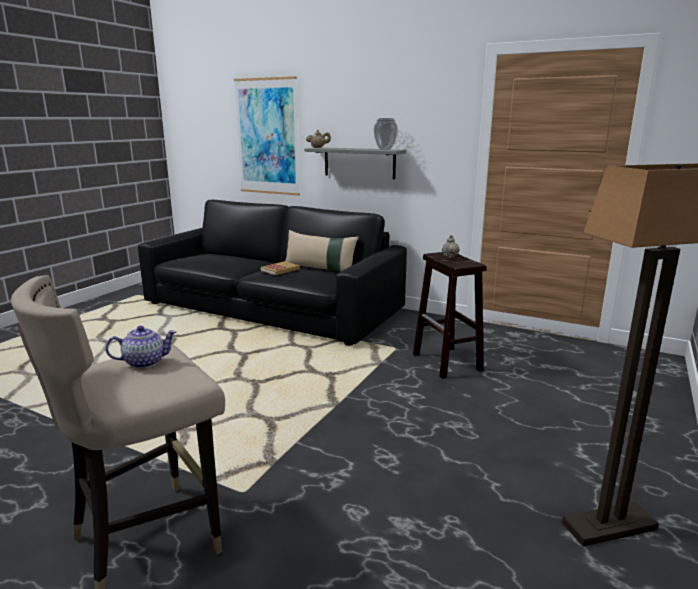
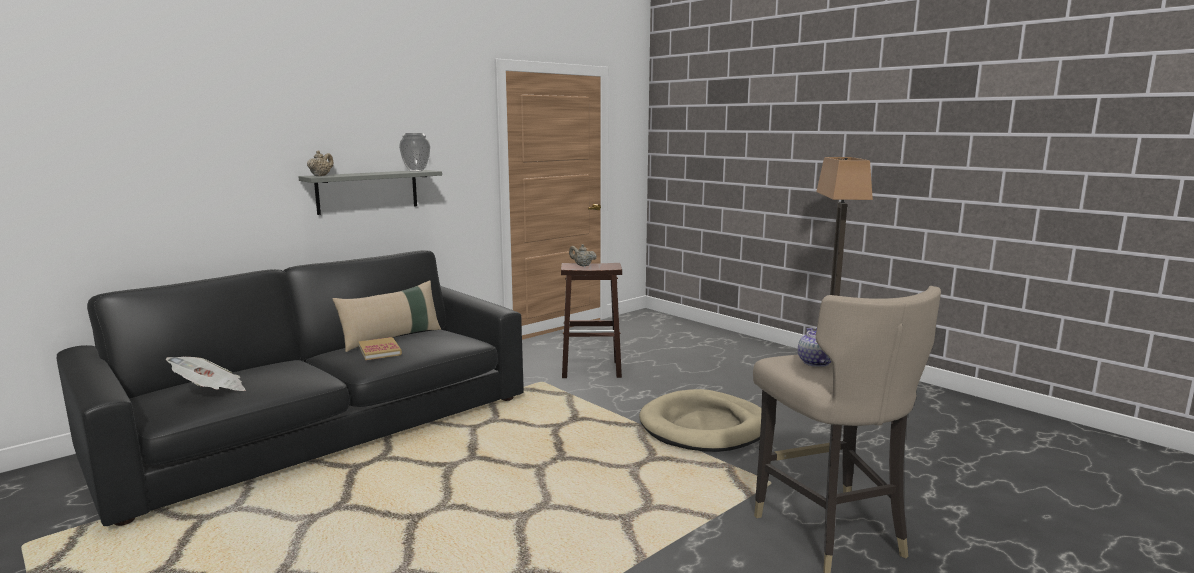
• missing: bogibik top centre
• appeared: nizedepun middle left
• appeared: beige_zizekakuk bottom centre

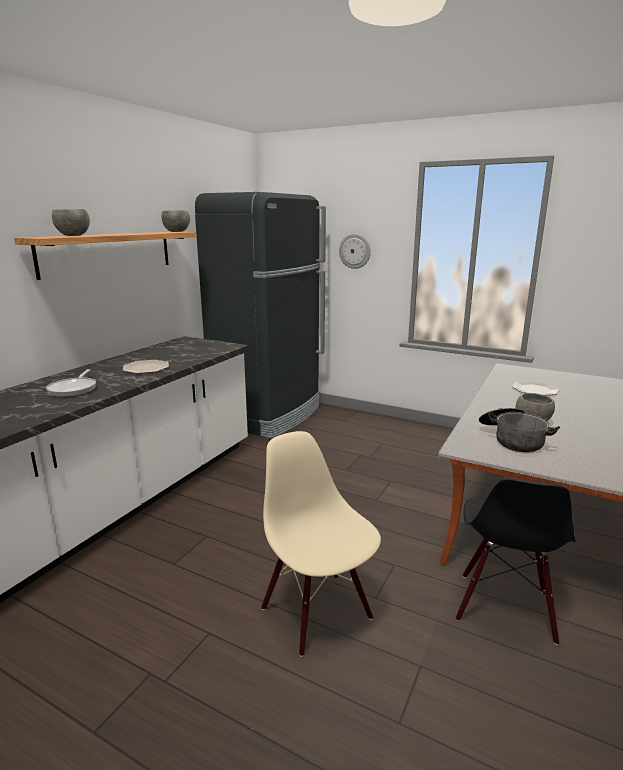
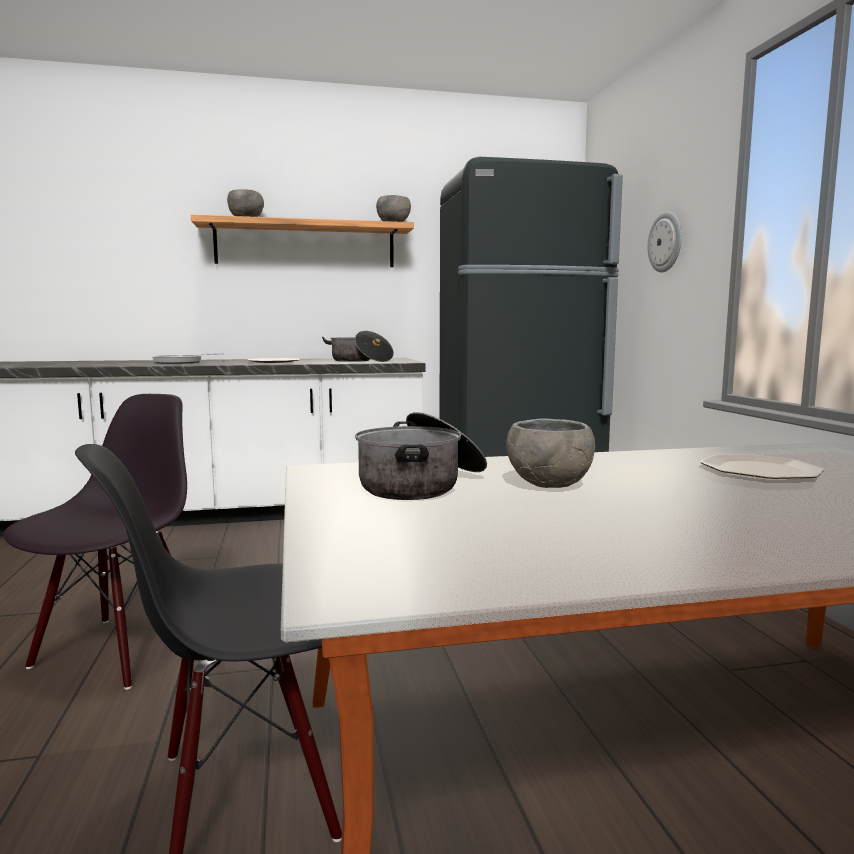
• colour: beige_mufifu bottom centre to black_mufifu (no. 1 from left) middle left
• appeared: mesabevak (no. 1 from left) centre

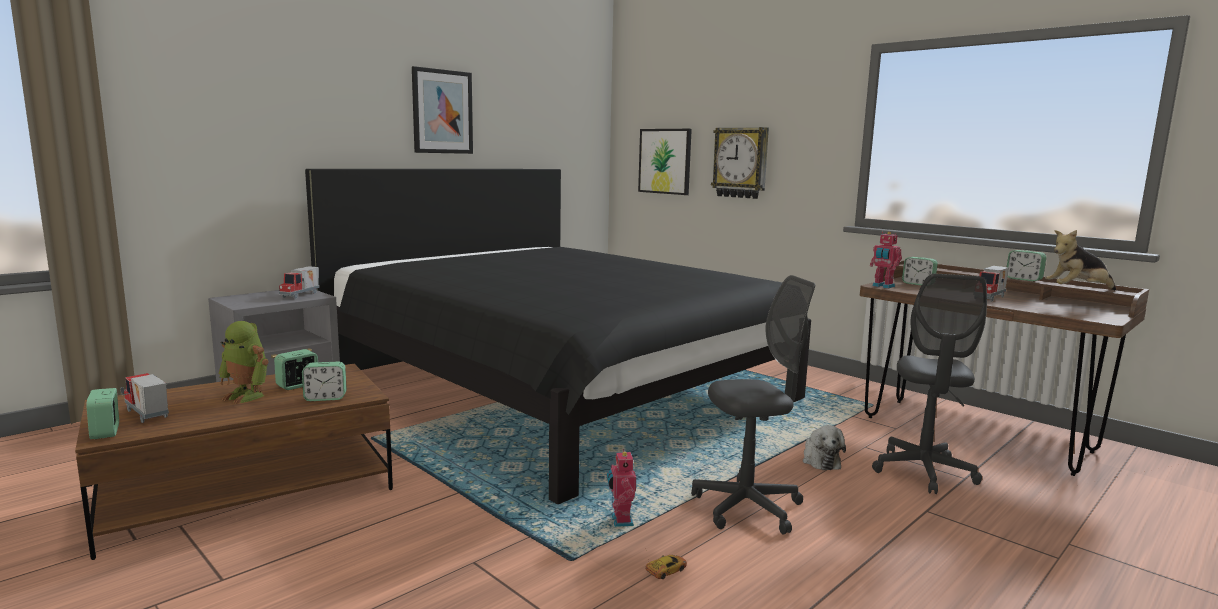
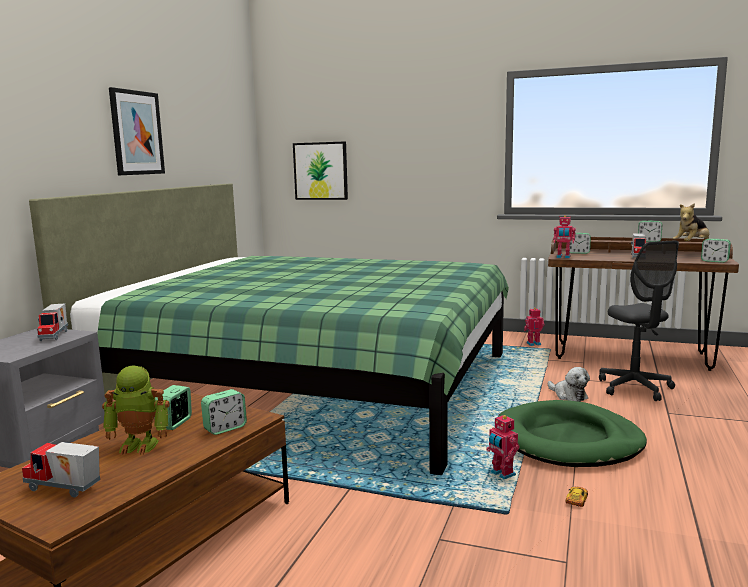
• missing: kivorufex top centre
• colour: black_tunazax centre to green_tunazax centre
• exchanged: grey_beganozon (no. 1 from left) centre to green_zizekakuk bottom right
• relocated: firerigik (no. 1 from left in the first image) bottom left to firerigik (no. 5 from left) middle right
• appeared: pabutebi (no. 3 from left) middle right

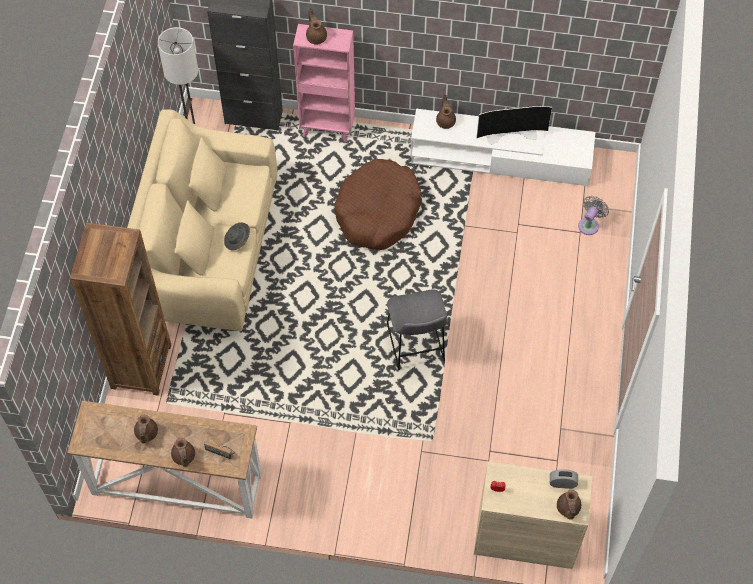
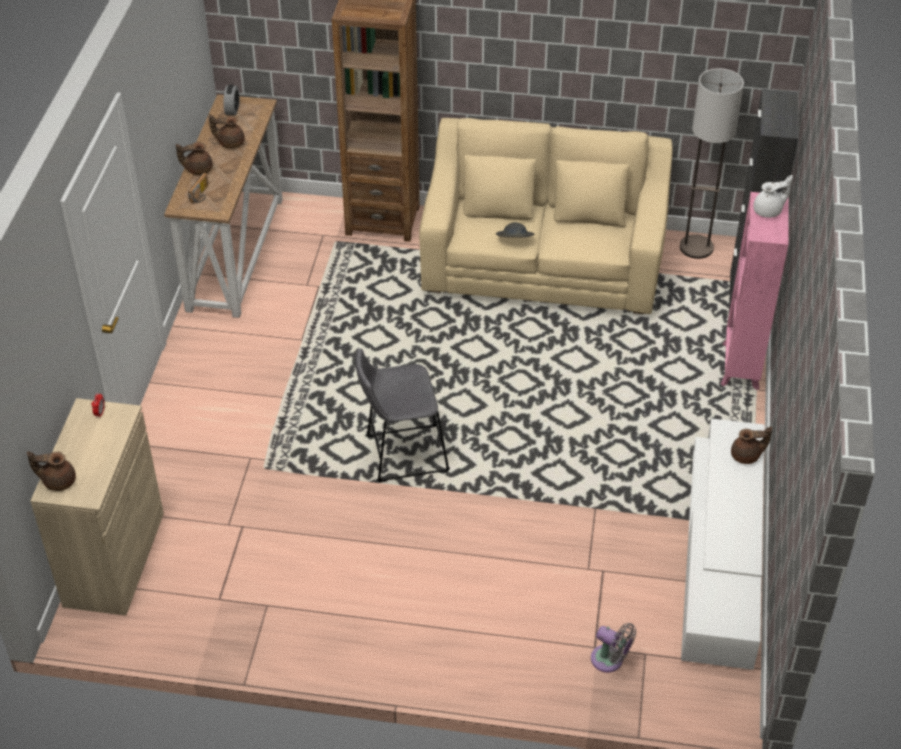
• colour: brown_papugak (no. 3 from left) top centre to white_papugak top right
• missing: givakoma top right
• missing: brown_zizekakuk centre
• relocated: firerigik (no. 2 from left) bottom right to top left

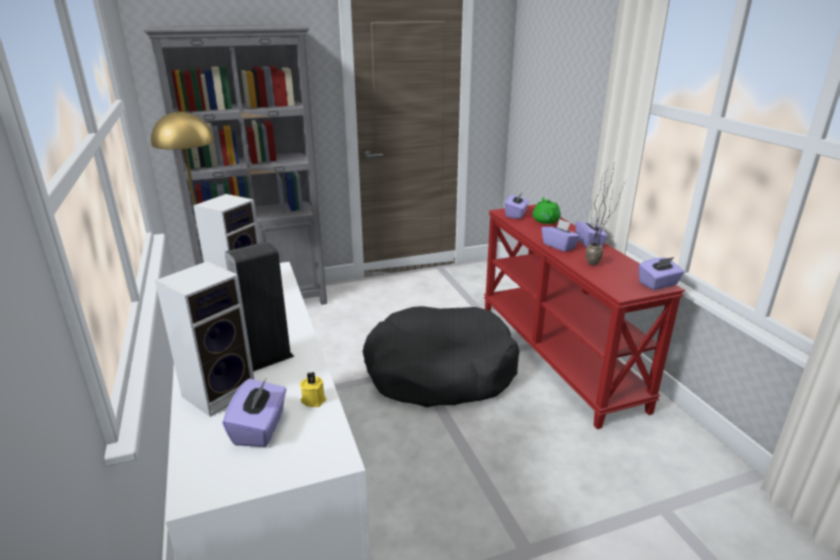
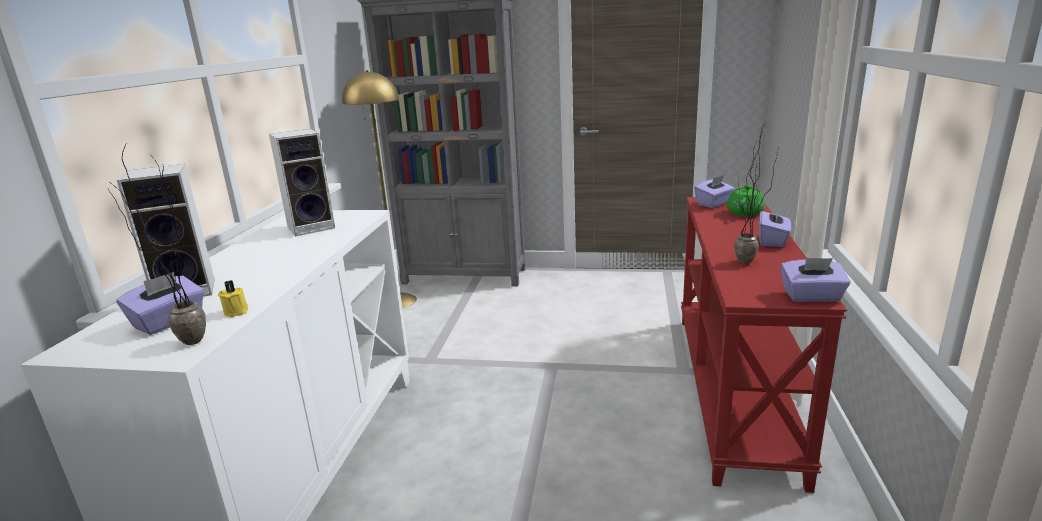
• missing: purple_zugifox (no. 3 from left) middle right
• missing: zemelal (no. 3 from left) middle left
• missing: black_zizekakuk centre
• appeared: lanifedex (no. 1 from left) middle left

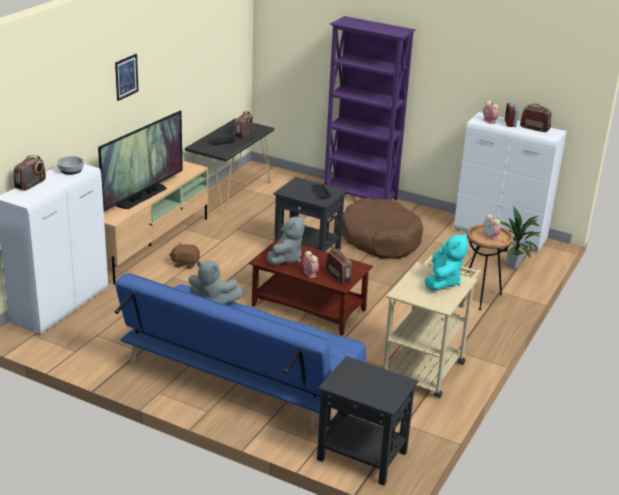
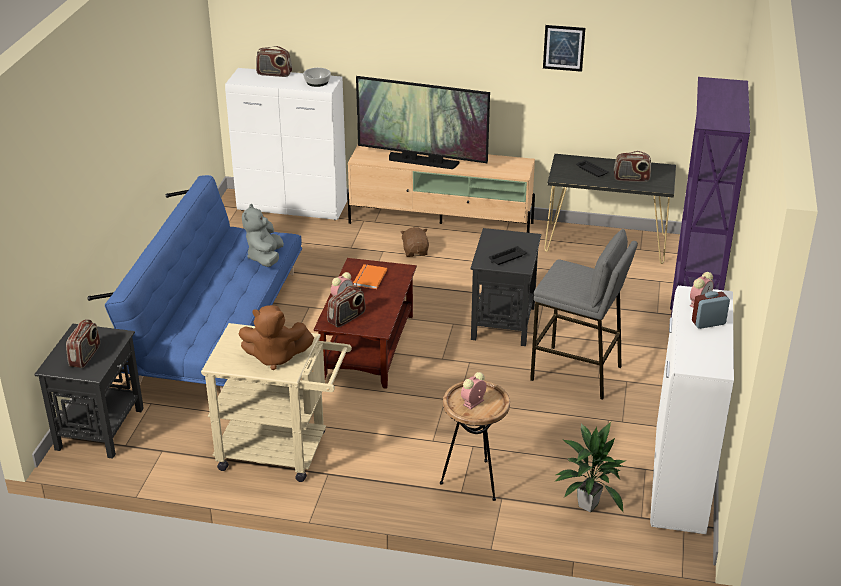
• relocated: bogibik top left to top right
• relocated: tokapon (no. 4 from left in the first image) top right to tokapon (no. 1 from left) middle left
• exchanged: brown_zizekakuk centre to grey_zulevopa middle right
• exchanged: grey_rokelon (no. 2 from left) centre to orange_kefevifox centre
• colour: turquoise_rokelon middle right to brown_rokelon (no. 1 from left) middle left

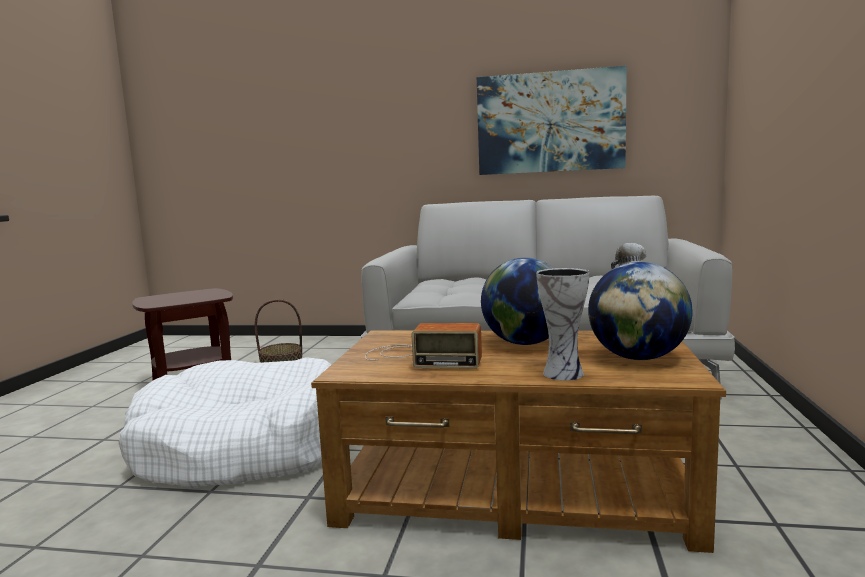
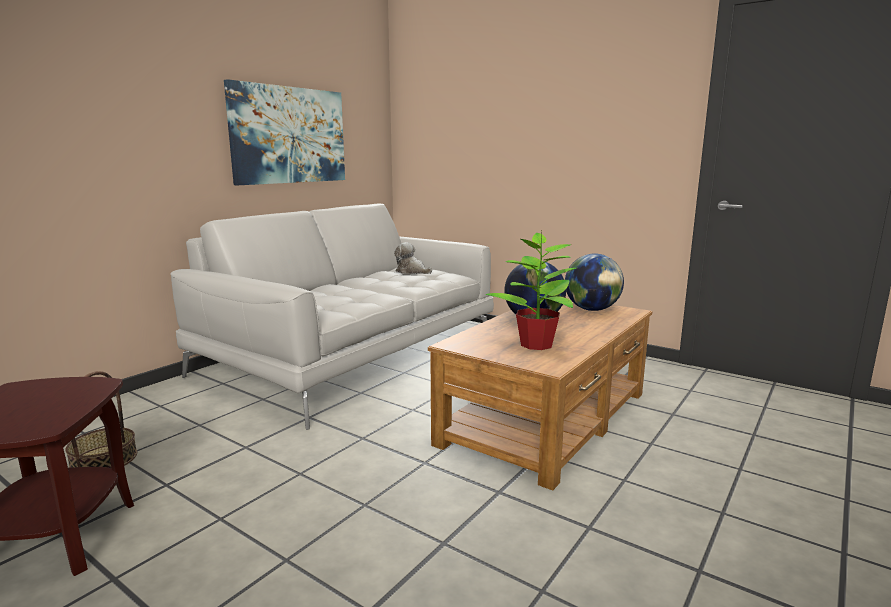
• missing: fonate centre
• exchanged: tokapon centre to lanifedex centre
• missing: white_zizekakuk bottom left

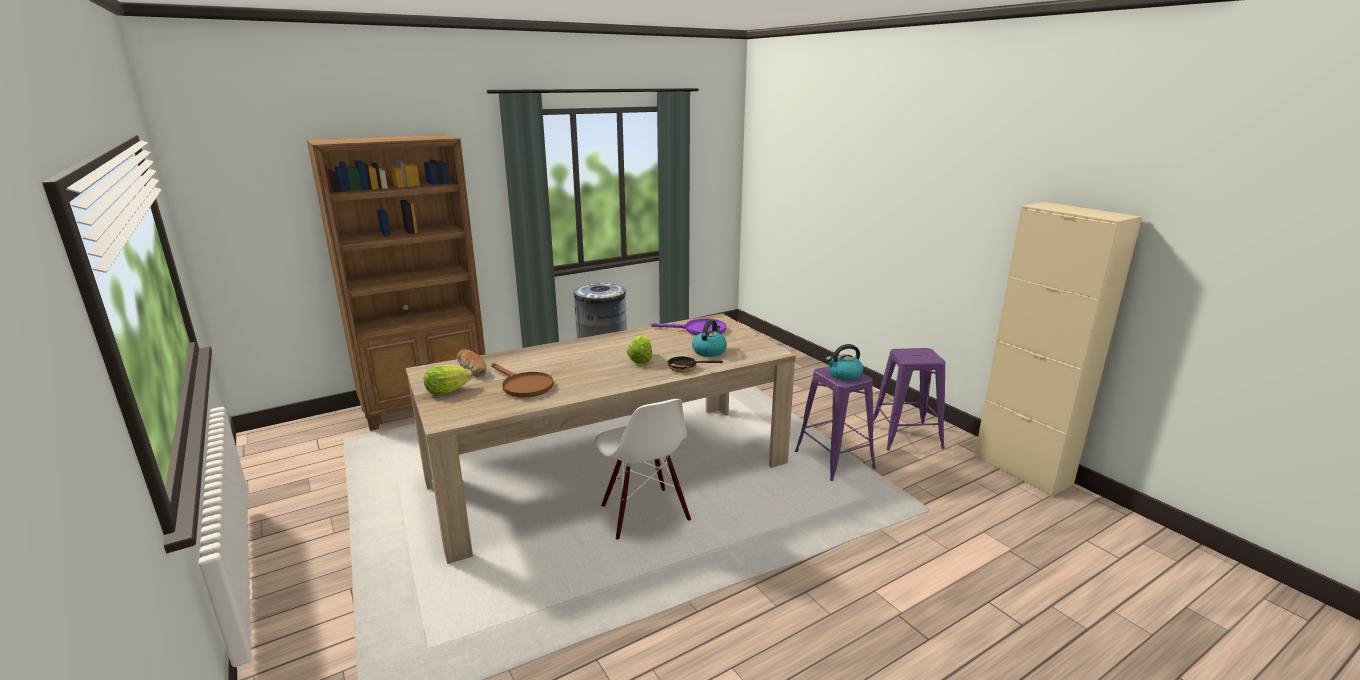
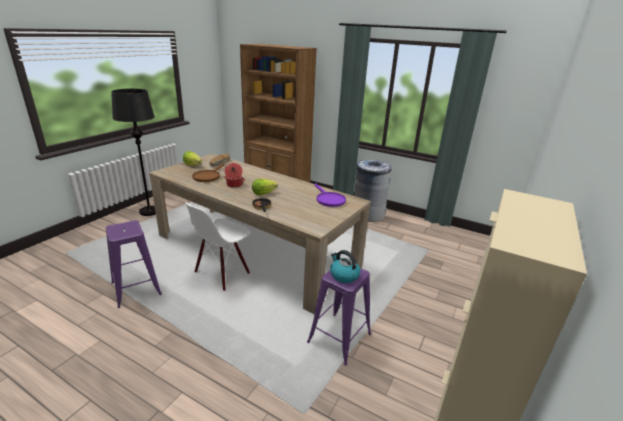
• missing: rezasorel (no. 1 from left) centre
• relocated: purple_zulevopa (no. 2 from left in the first image) middle right to purple_zulevopa (no. 1 from left) middle left
• appeared: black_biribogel middle left
• appeared: mesabevak centre

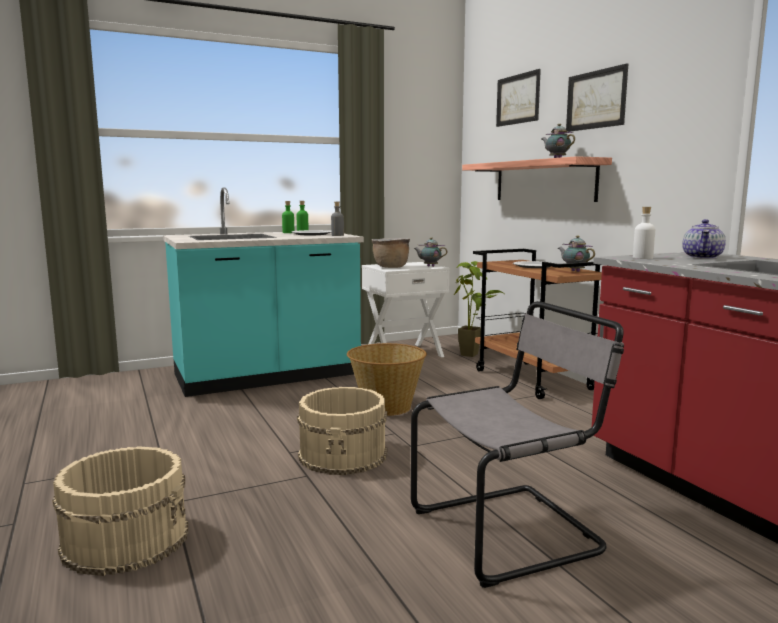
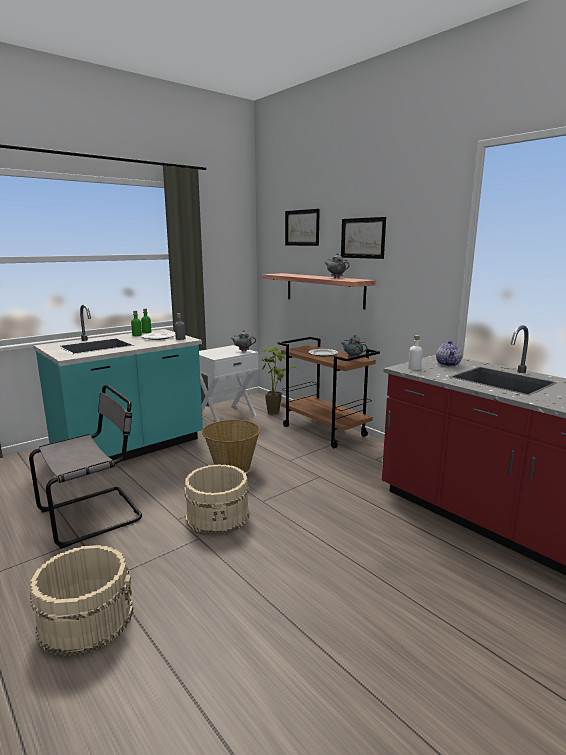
• missing: brown_mesabevak centre
• relocated: grey_mufifu bottom centre to middle left

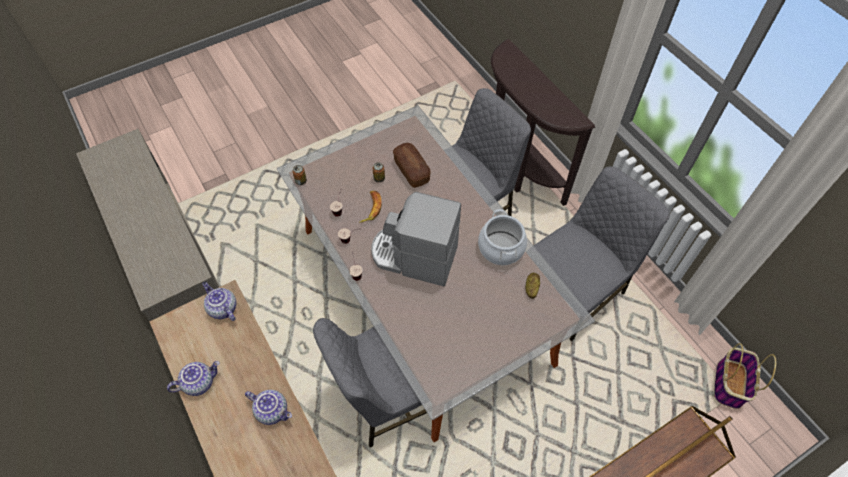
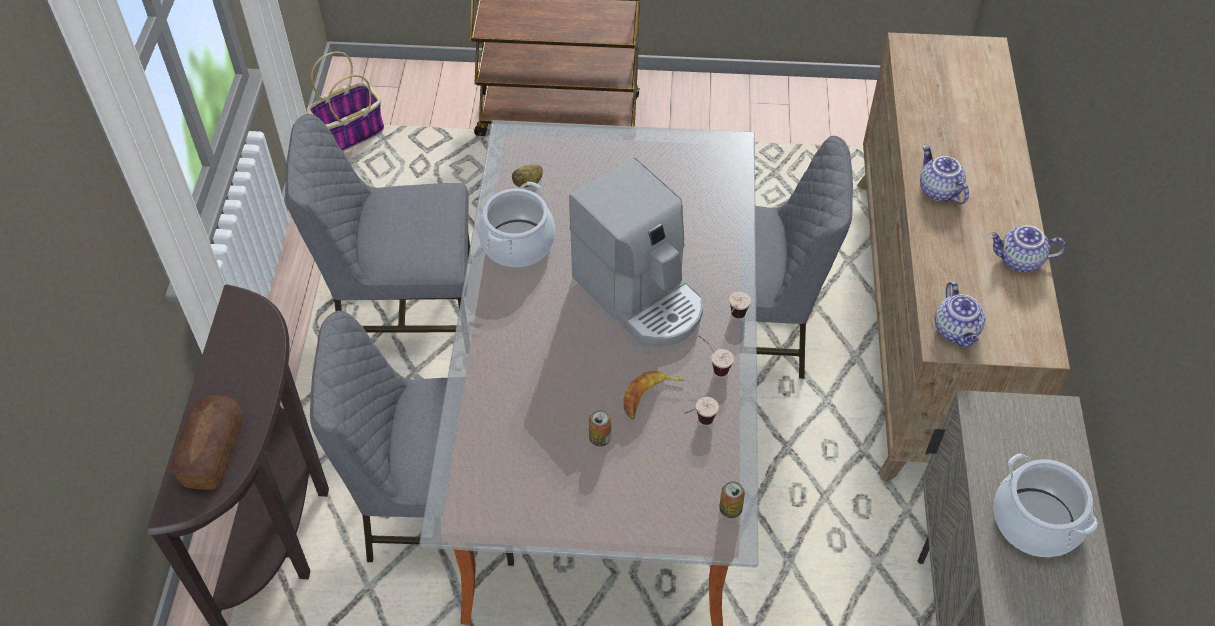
• relocated: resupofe centre to bottom left
• appeared: mesabevak (no. 2 from left) bottom right

